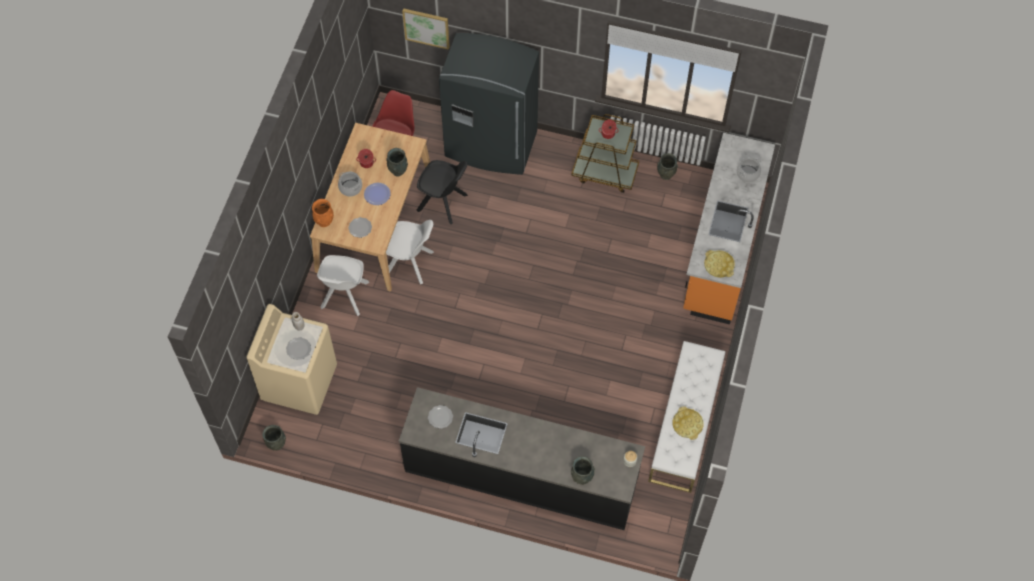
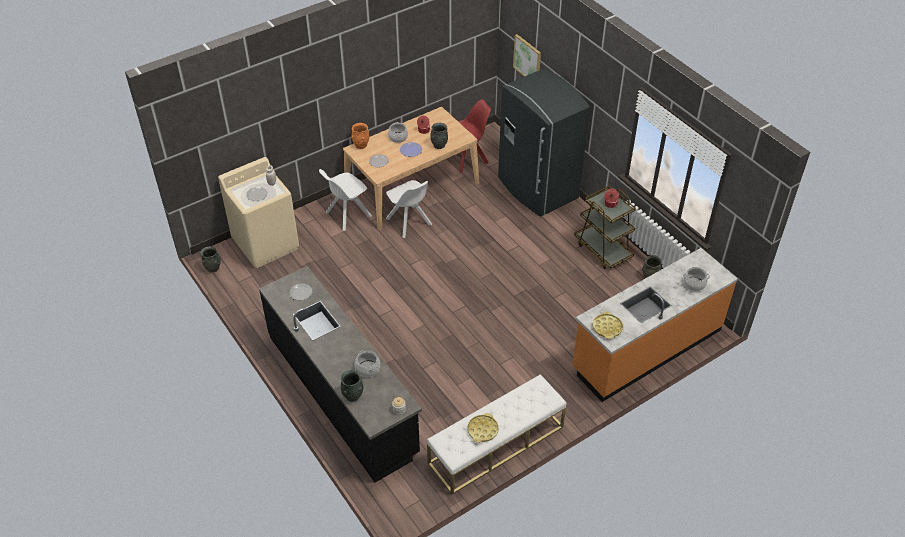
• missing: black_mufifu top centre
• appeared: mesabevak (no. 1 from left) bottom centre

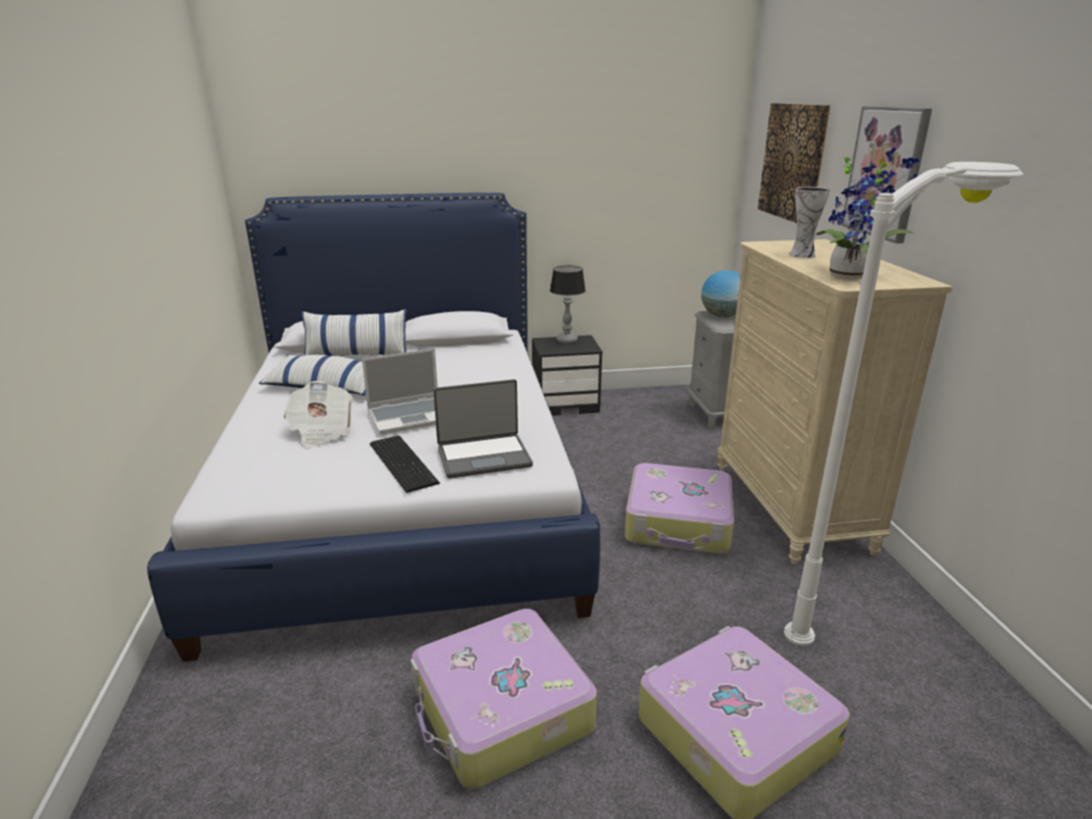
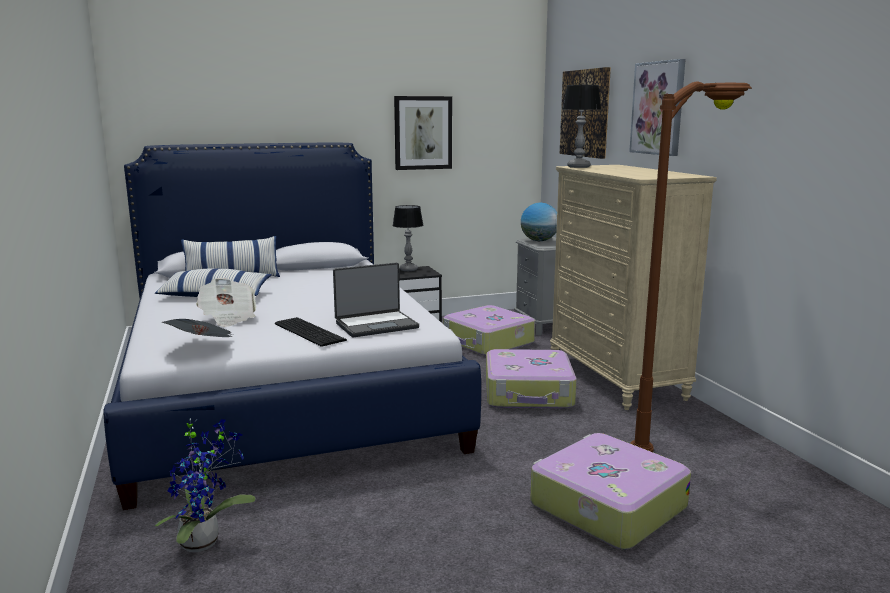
• relocated: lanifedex top right to bottom left
• colour: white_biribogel middle right to brown_biribogel middle right
• missing: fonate top right
• missing: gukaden (no. 1 from left) centre
• relocated: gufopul (no. 1 from left) bottom centre to centre
• appeared: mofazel (no. 2 from left) top centre
• appeared: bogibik (no. 1 from left) top centre
• appeared: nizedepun (no. 1 from left) middle left

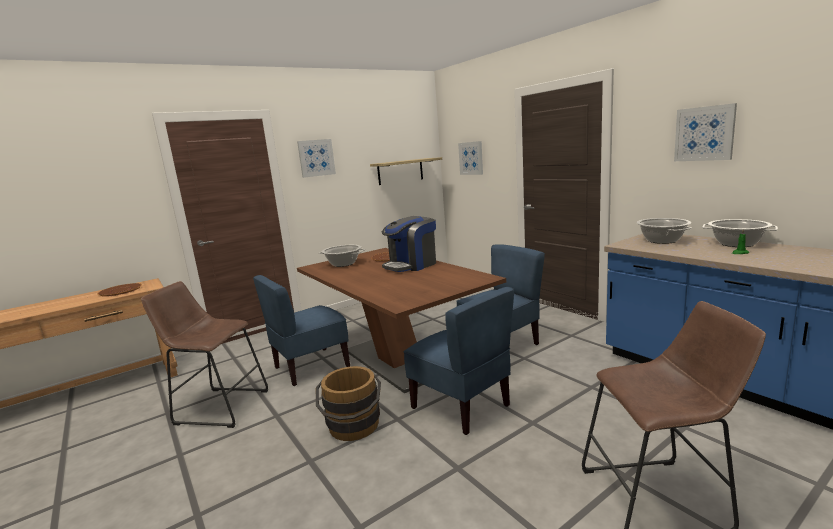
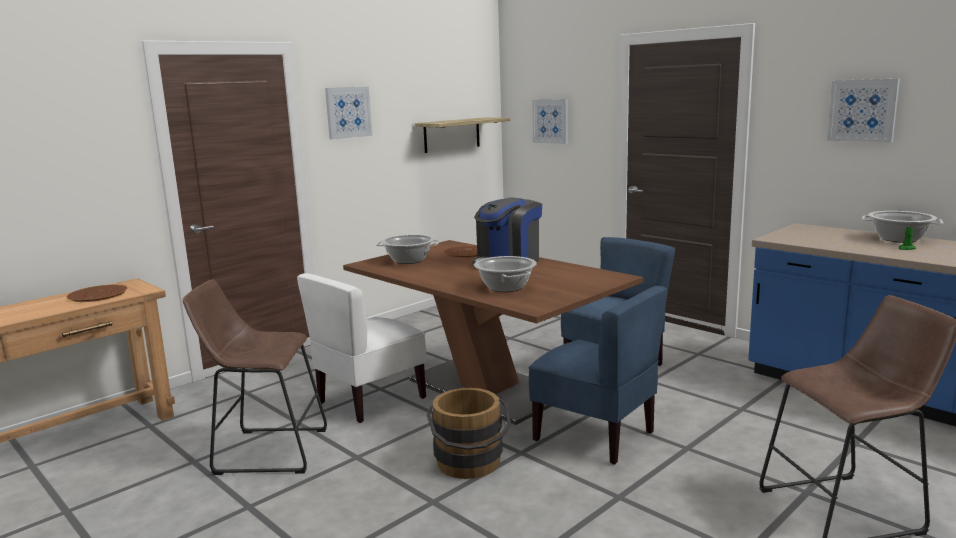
• relocated: mesabevak (no. 2 from left) middle right to centre
• colour: blue_mufifu (no. 1 from left) centre to white_mufifu centre

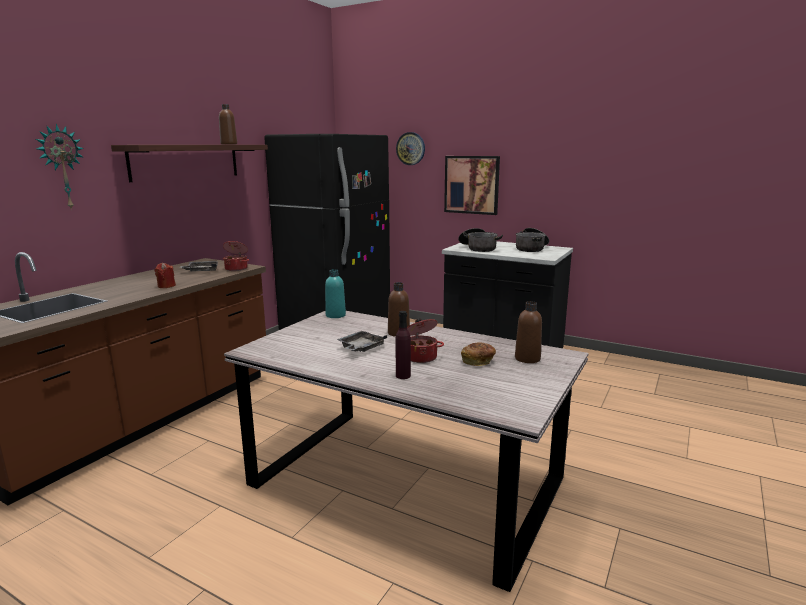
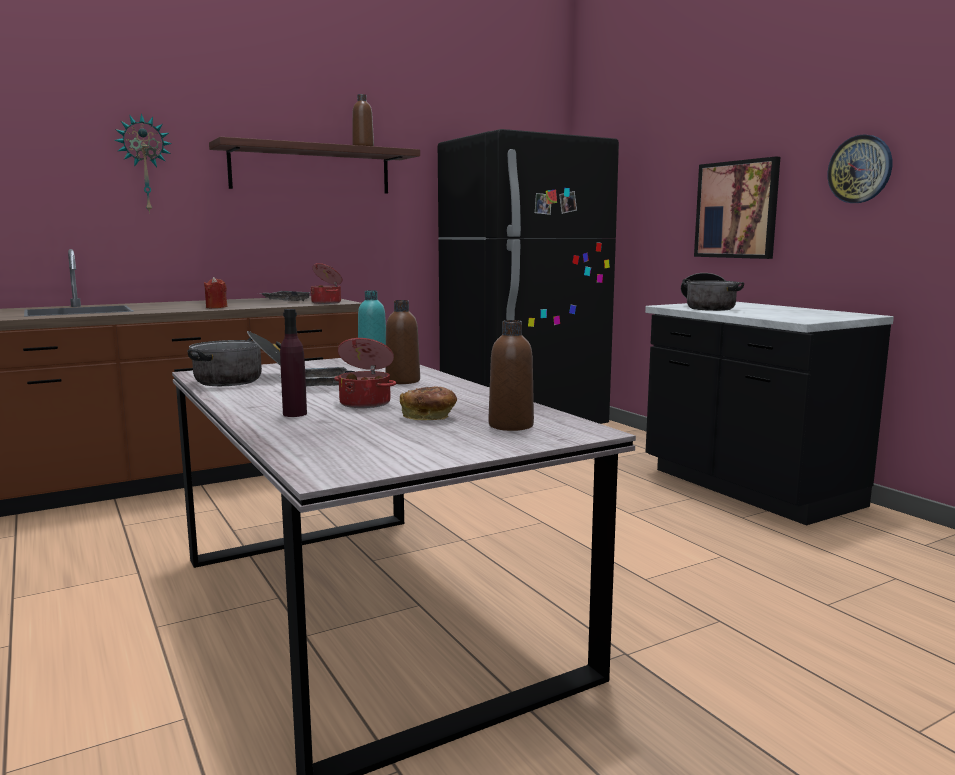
• relocated: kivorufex (no. 2 from left) top centre to top right
• relocated: mesabevak (no. 4 from left in the first image) centre to mesabevak (no. 1 from left) middle left

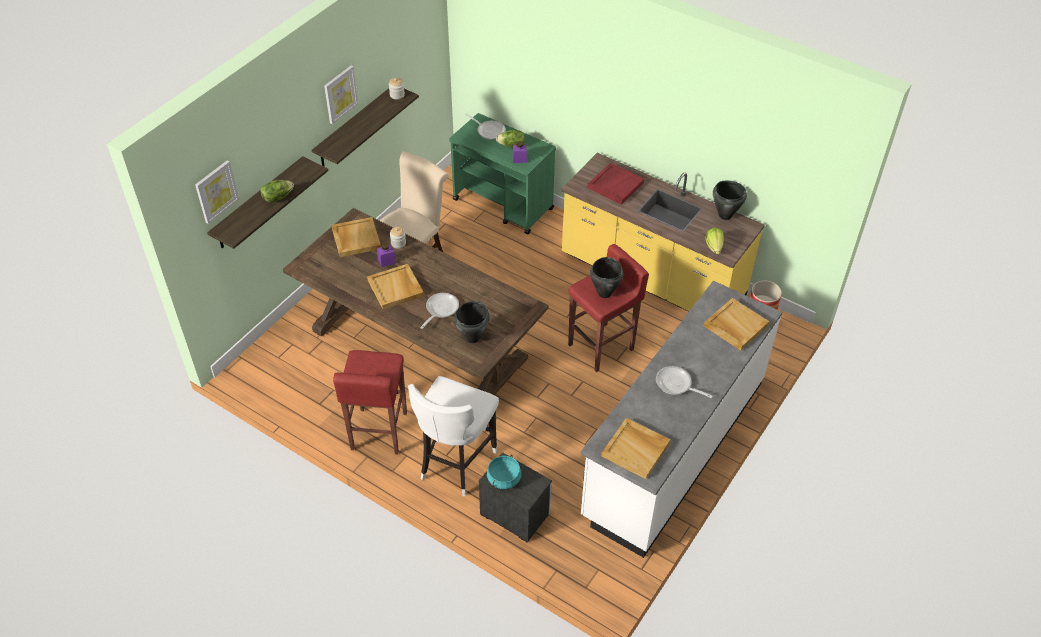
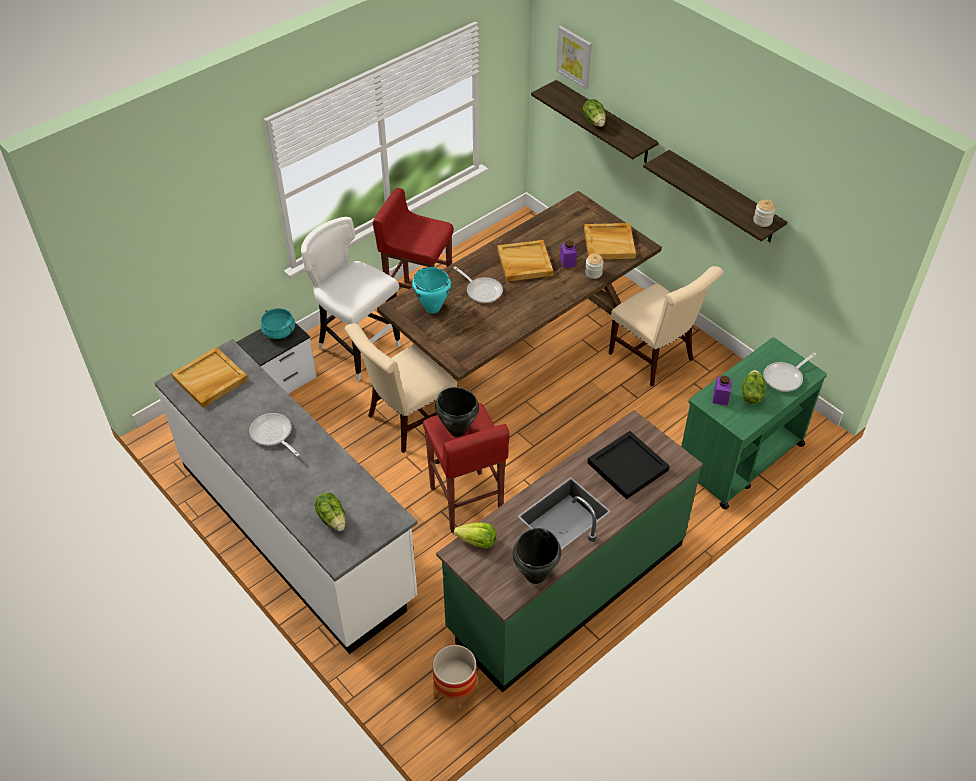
• missing: bogibik (no. 2 from left) top left
• colour: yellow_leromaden centre to green_leromaden bottom centre
• colour: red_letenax top centre to black_letenax centre
• exchanged: beige_letenax (no. 4 from left) middle right to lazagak (no. 1 from left) centre
• colour: black_mesabevak (no. 1 from left) centre to turquoise_mesabevak (no. 2 from left) centre
• spun: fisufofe (no. 3 from left in the first image) centre = middle left 90 degrees counterclockwise
• appeared: beige_mufifu (no. 1 from left) centre

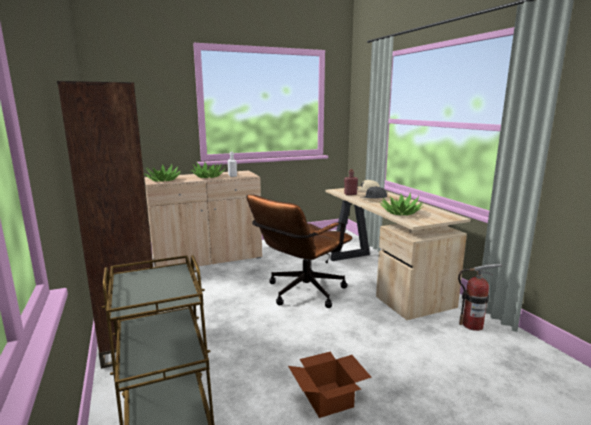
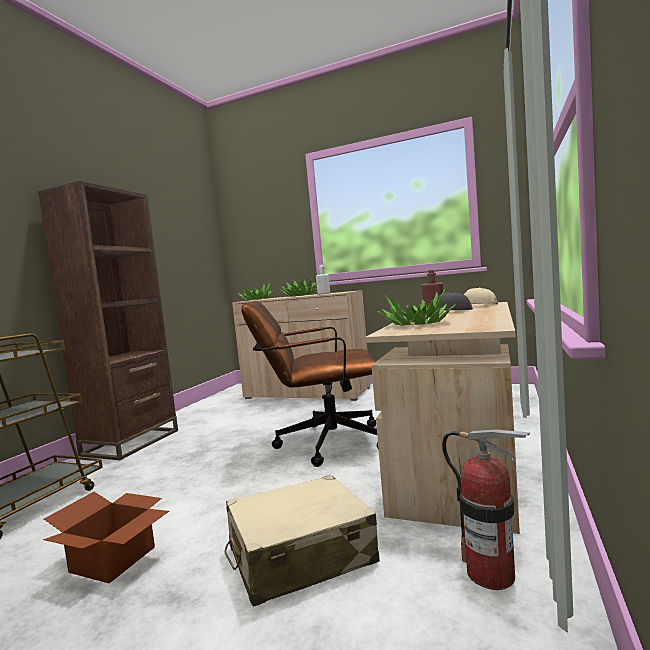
• appeared: beige_gufopul bottom centre

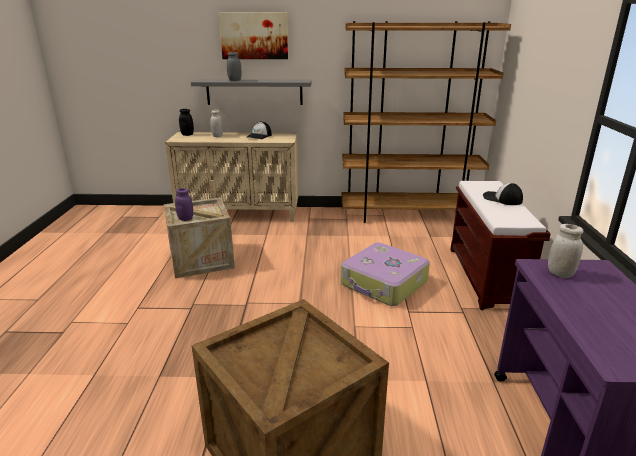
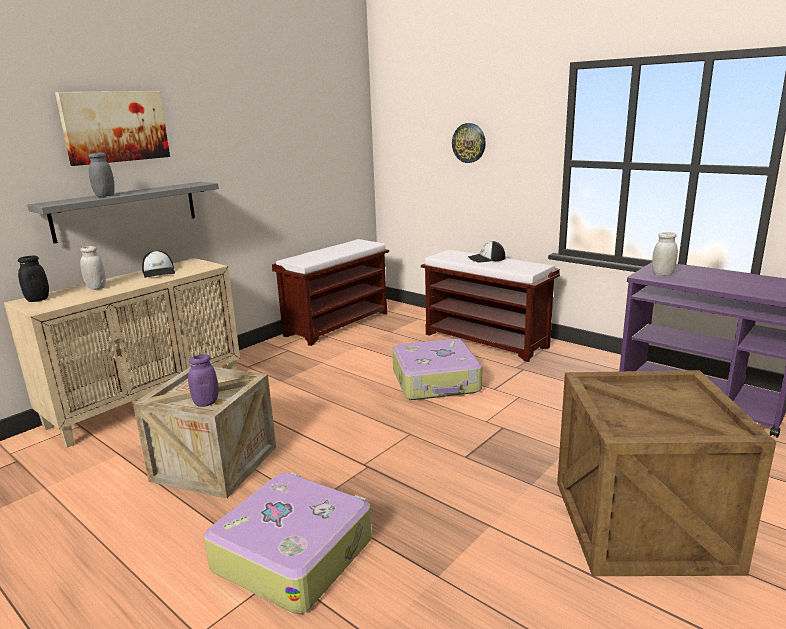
• exchanged: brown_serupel top right to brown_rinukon (no. 1 from left) centre
• appeared: kivorufex top centre
• appeared: gufopul (no. 1 from left) bottom centre

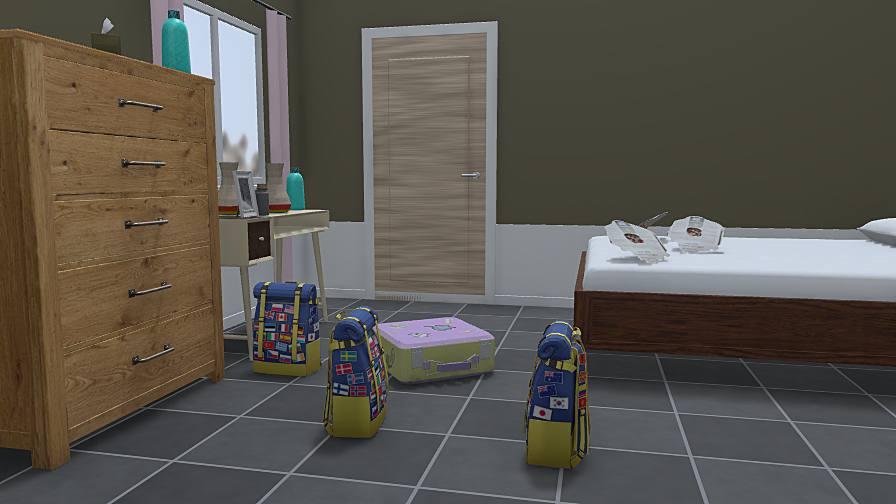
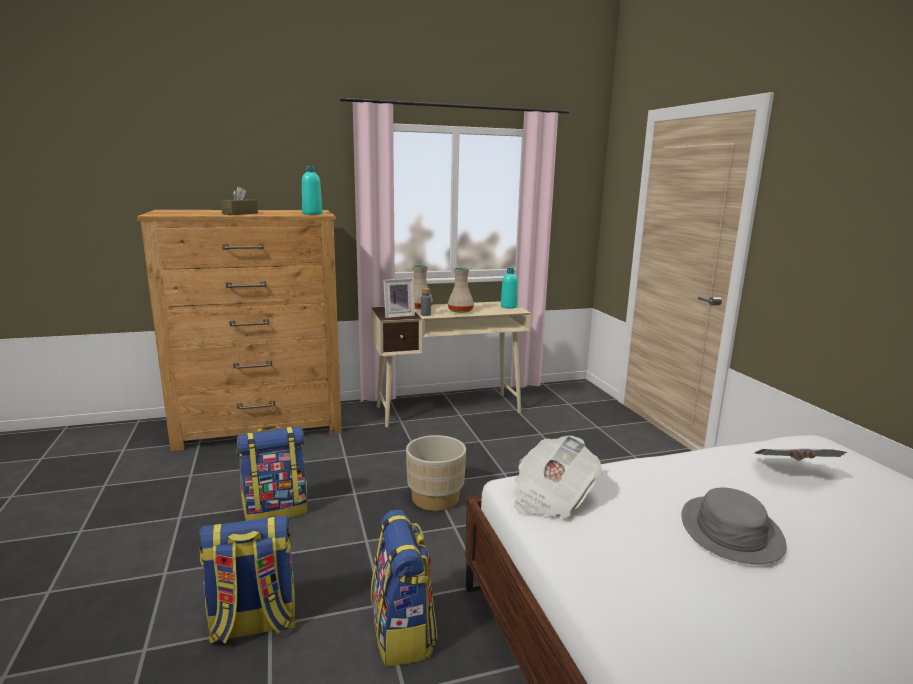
• exchanged: nizedepun (no. 3 from left) middle right to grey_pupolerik bottom right
• relocated: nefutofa (no. 1 from left in the first image) middle left to nefutofa (no. 3 from left) bottom centre
• exchanged: gufopul bottom centre to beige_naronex bottom centre

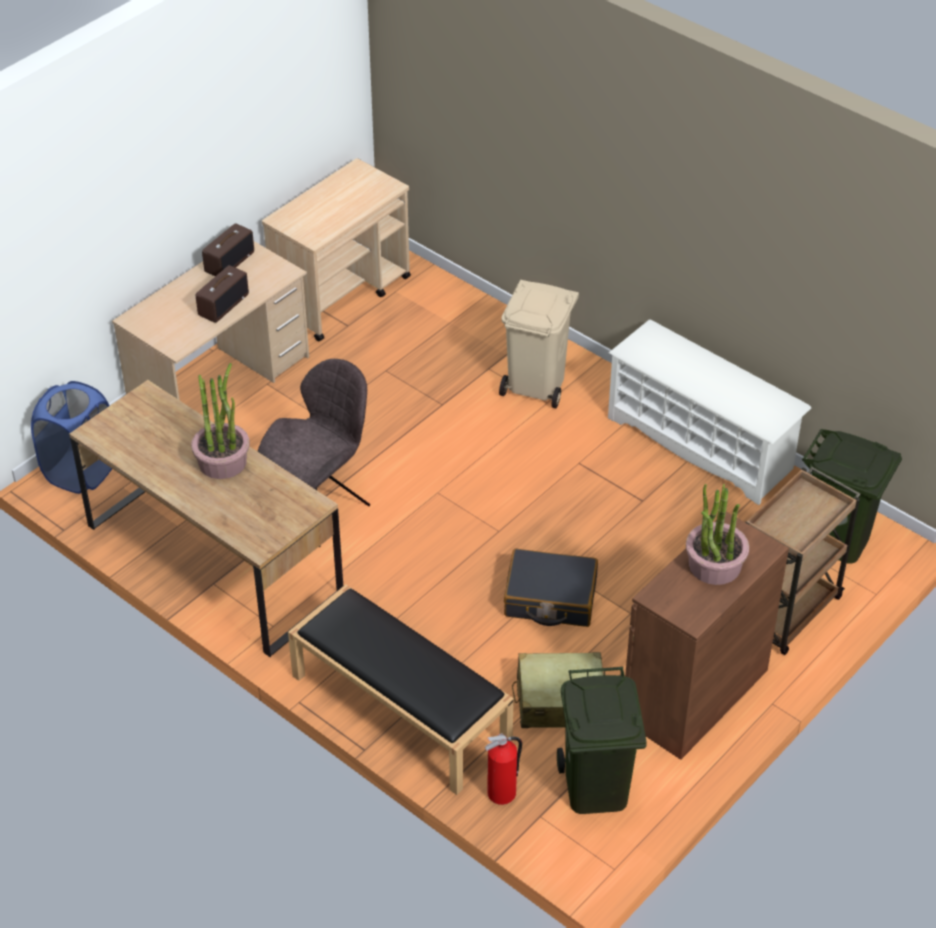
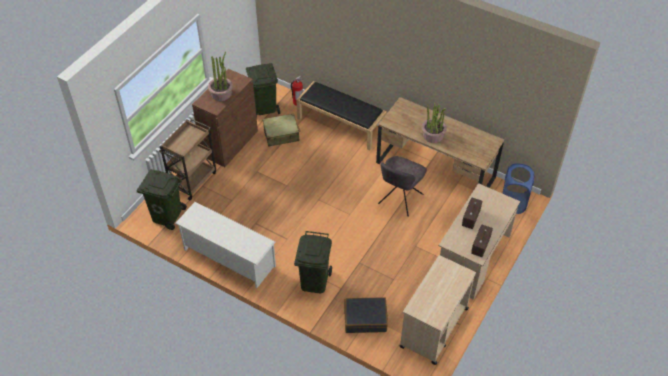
• colour: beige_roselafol centre to green_roselafol (no. 3 from left) bottom centre
• relocated: black_gufopul centre to bottom centre

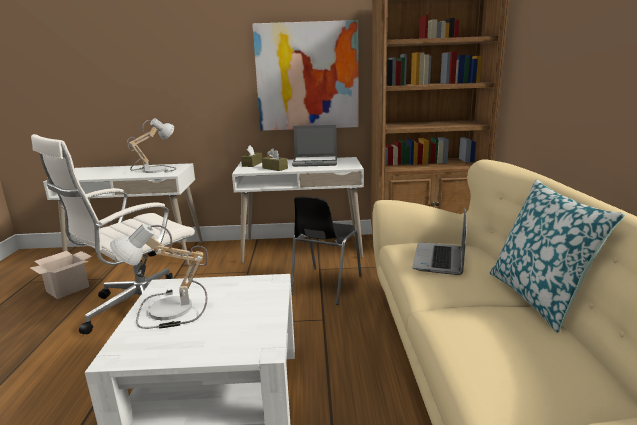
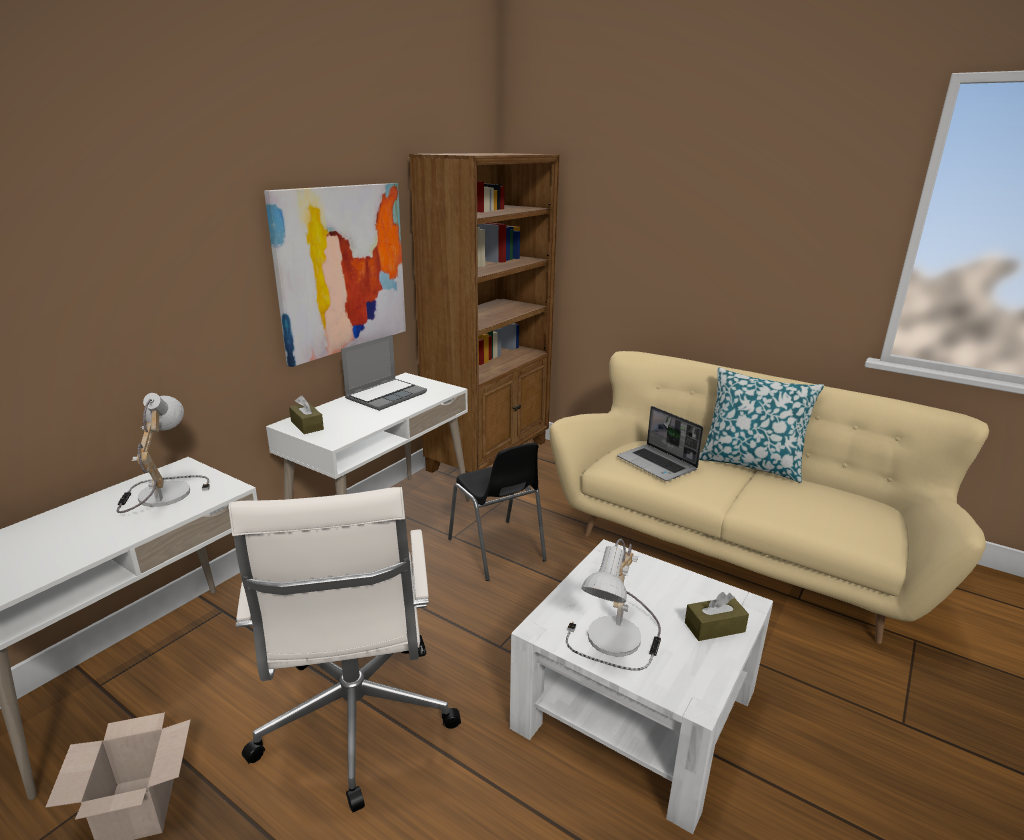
• relocated: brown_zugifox (no. 2 from left) centre to bottom right

